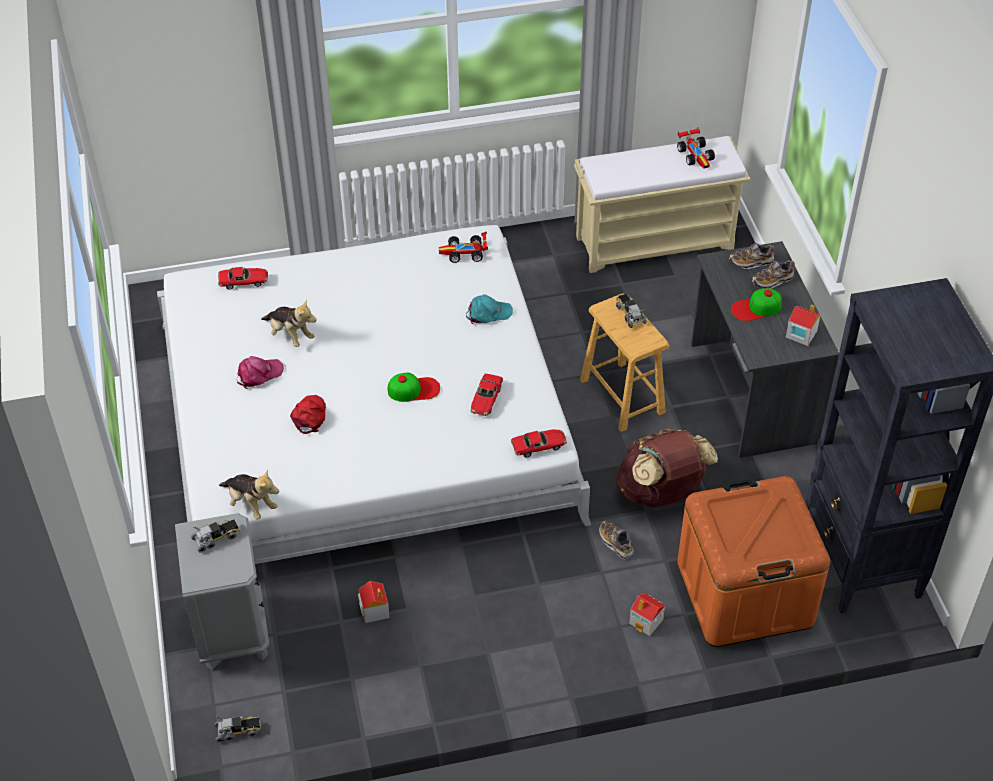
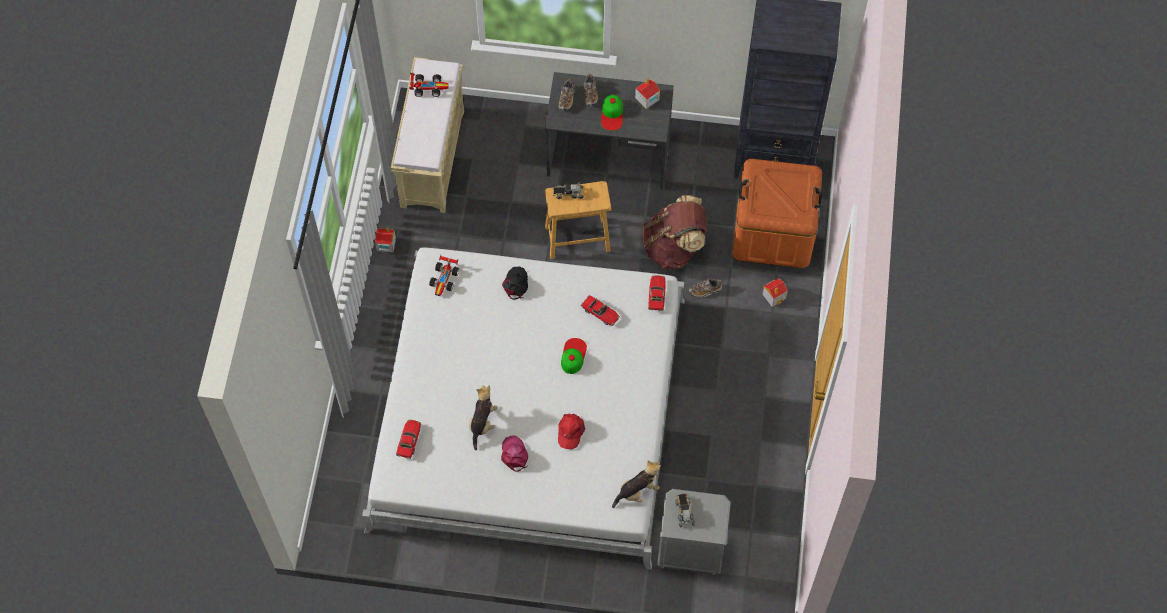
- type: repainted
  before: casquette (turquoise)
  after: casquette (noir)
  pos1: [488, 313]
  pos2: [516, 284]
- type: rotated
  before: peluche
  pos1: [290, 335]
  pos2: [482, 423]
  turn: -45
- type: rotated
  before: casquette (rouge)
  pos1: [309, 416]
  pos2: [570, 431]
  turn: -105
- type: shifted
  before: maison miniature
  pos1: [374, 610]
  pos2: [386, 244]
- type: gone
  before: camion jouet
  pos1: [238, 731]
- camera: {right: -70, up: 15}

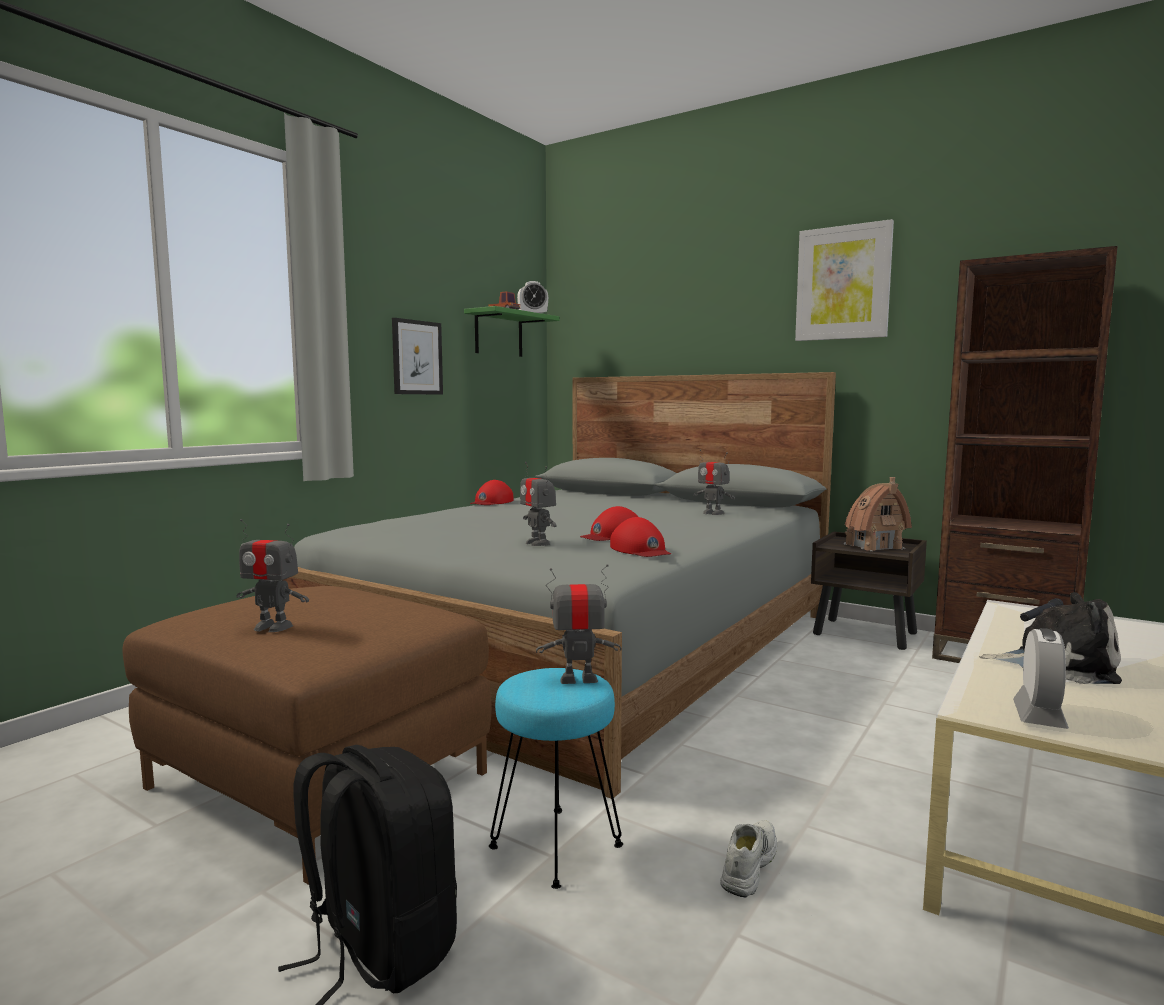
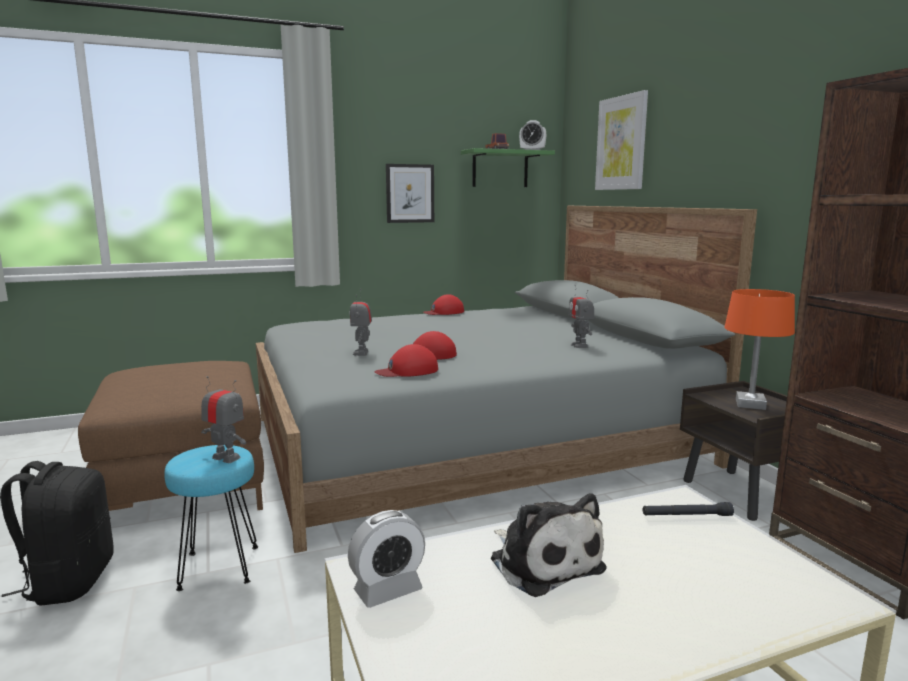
- type: shifted
  before: tableau
  pos1: [843, 283]
  pos2: [621, 143]
- type: swapped
  before: maison miniature
  after: lampe de table (orange)
  pos1: [873, 546]
  pos2: [750, 404]
- type: rotated
  before: casquette (rouge)
  pos1: [641, 550]
  pos2: [407, 371]
  turn: 60
- type: gone
  before: robot jouet
  pos1: [273, 627]
- type: gone
  before: chaussure (blanc)
  pos1: [747, 865]
- camera: {right: 35, up: 5}

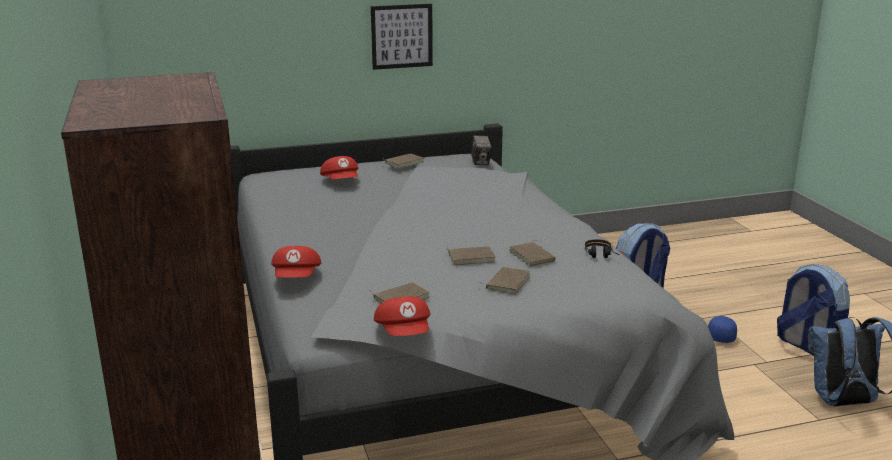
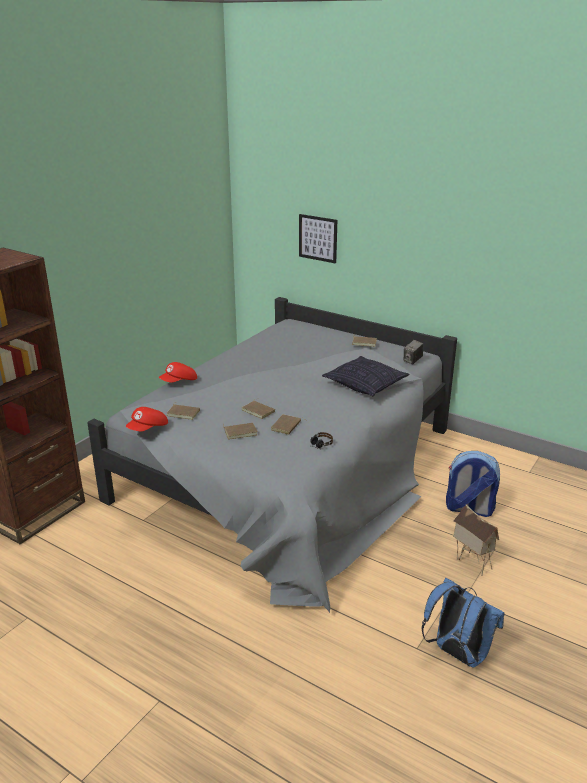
- type: shifted
  before: tableau
  pos1: [401, 36]
  pos2: [318, 238]
- type: gone
  before: casquette (rouge)
  pos1: [341, 182]
- type: gone
  before: sac à dos
  pos1: [807, 346]
- type: swapped
  before: casquette (bleu)
  after: maison miniature
  pos1: [719, 335]
  pos2: [471, 563]
- type: new
  after: coussin
  pos2: [365, 385]
- camera: {right: 50, up: 5}

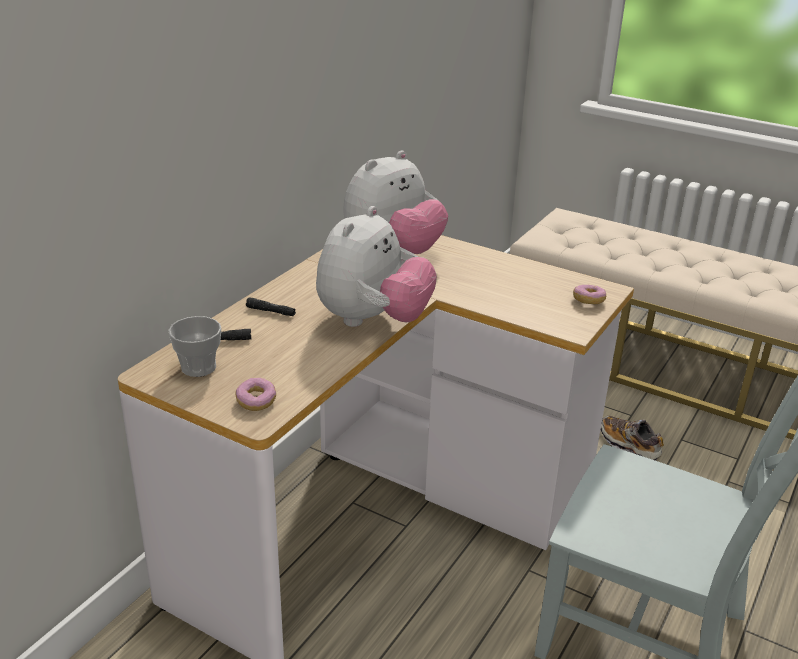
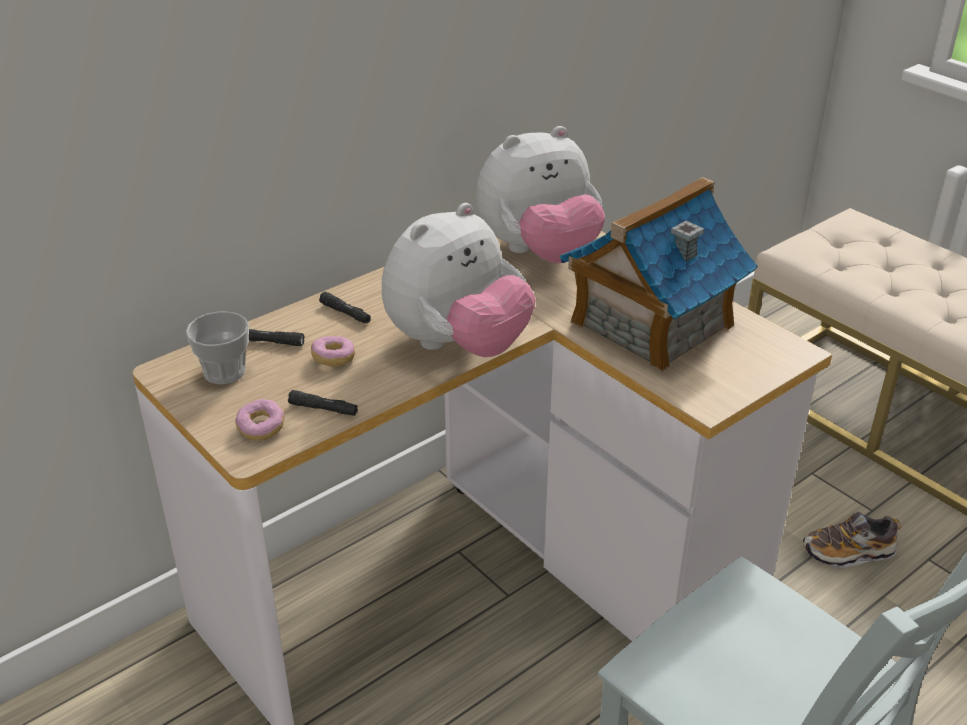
- type: shifted
  before: beignet
  pos1: [588, 301]
  pos2: [333, 359]
- type: rotated
  before: chaussure
  pos1: [629, 446]
  pos2: [848, 552]
  turn: -75
- type: new
  after: maison miniature
  pos2: [650, 324]
- type: new
  after: lampe de poche (noir)
  pos2: [324, 409]
- camera: {right: 20, up: 5}

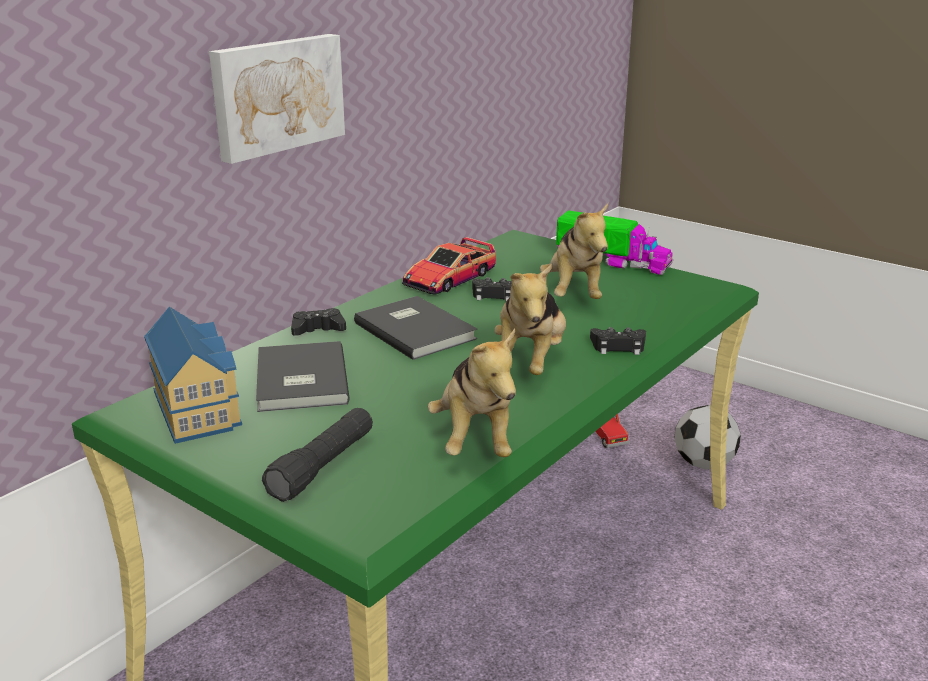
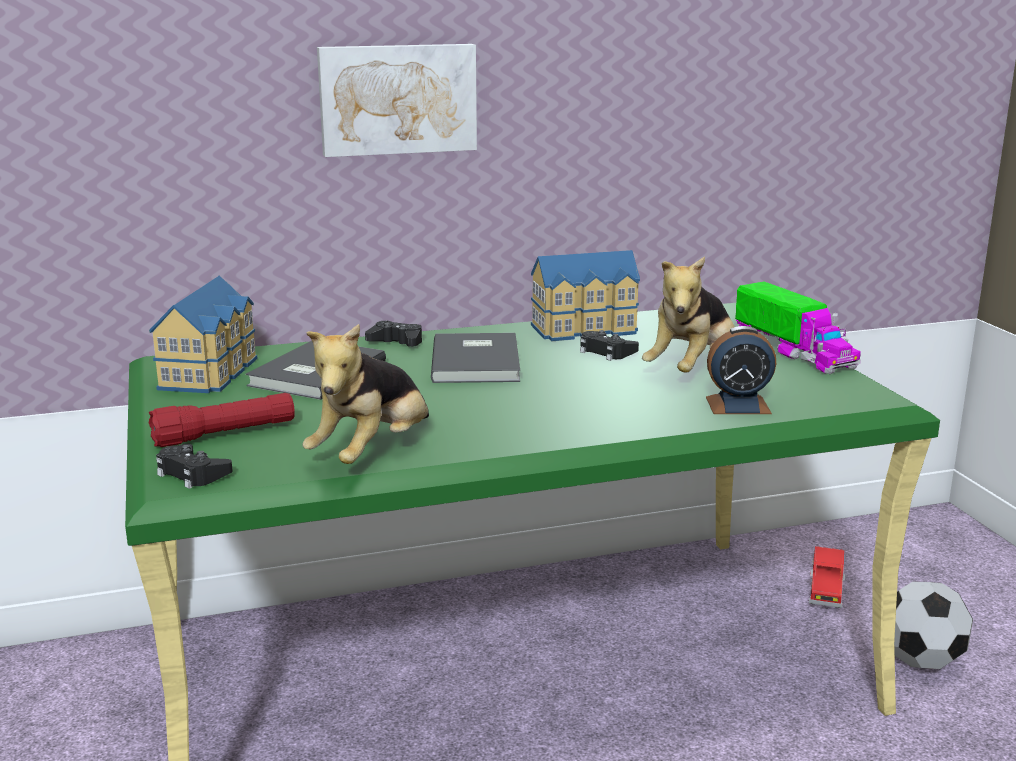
- type: swapped
  before: petite voiture
  after: maison miniature
  pos1: [449, 279]
  pos2: [586, 330]
- type: gone
  before: peluche
  pos1: [530, 362]
- type: shifted
  before: manette (noir)
  pos1: [618, 346]
  pos2: [192, 473]
- type: repainted
  before: lampe de poche (noir)
  after: lampe de poche (rouge)
  pos1: [323, 466]
  pos2: [225, 434]
- type: new
  after: réveil
  pos2: [738, 405]
- camera: {right: 35, up: -5}

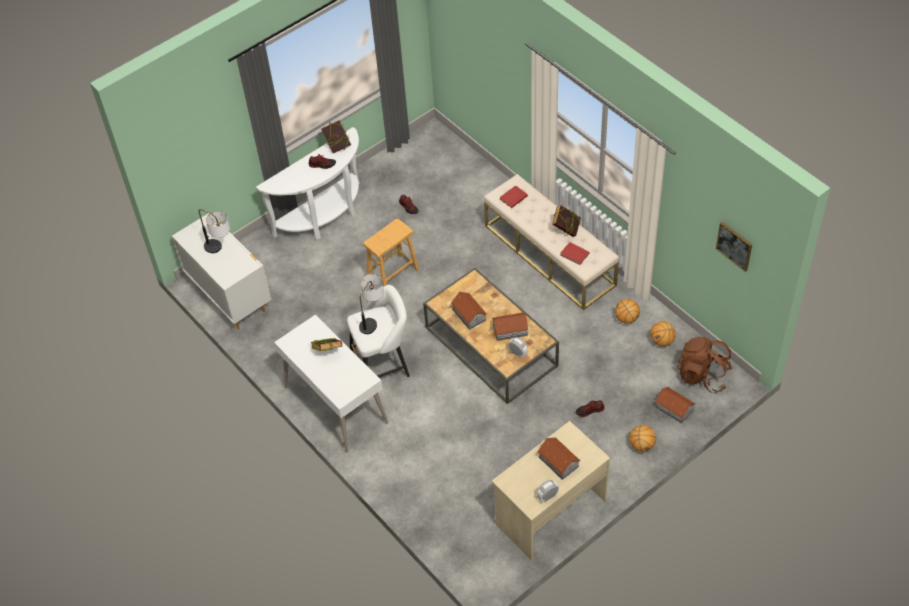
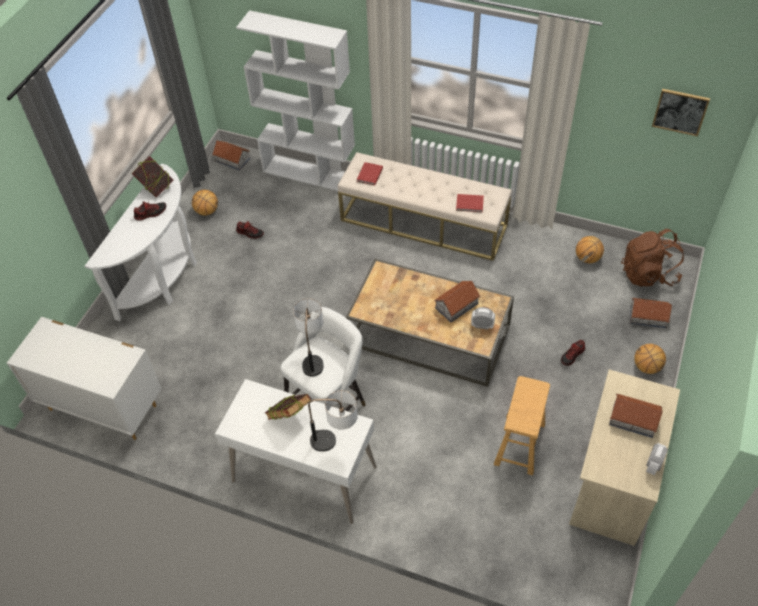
- type: gone
  before: livre
  pos1: [566, 230]
- type: shifted
  before: lampe de table
  pos1: [220, 250]
  pos2: [336, 441]
- type: shifted
  before: tabouret (marron)
  pos1: [392, 273]
  pos2: [519, 444]
- type: shifted
  before: maison miniature
  pos1: [469, 315]
  pos2: [232, 160]
- type: shifted
  before: ballon de basket
  pos1: [626, 318]
  pos2: [207, 211]
- type: new
  after: bibliothèque (blanc)
  pos2: [310, 174]
- camera: {right: -30, up: 0}

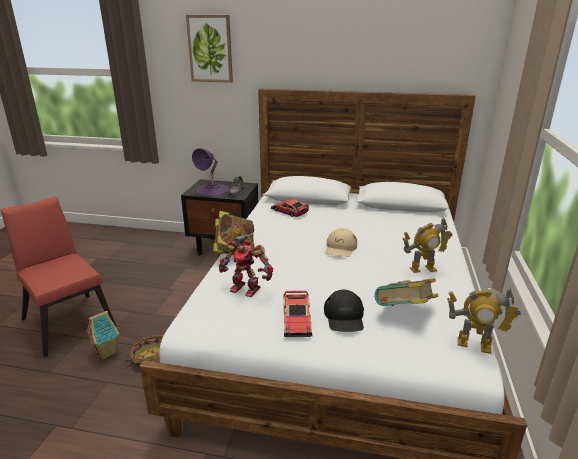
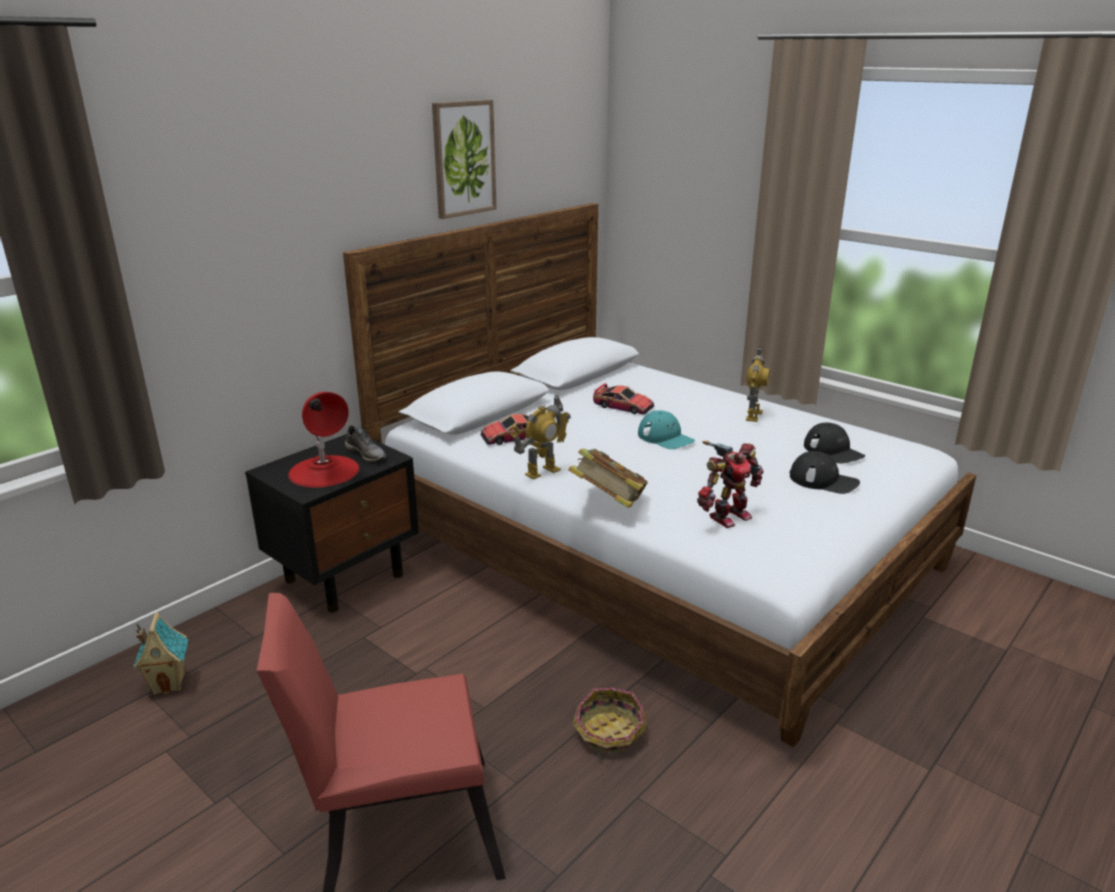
- type: shifted
  before: tableau
  pos1: [210, 49]
  pos2: [463, 158]
- type: repainted
  before: lampe de table (violet)
  after: lampe de table (rouge)
  pos1: [212, 190]
  pos2: [324, 471]
- type: repainted
  before: casquette (beige)
  after: casquette (turquoise)
  pos1: [340, 248]
  pos2: [665, 437]
- type: swapped
  before: livre
  after: casquette (noir)
  pos1: [404, 313]
  pos2: [833, 451]
- type: shifted
  before: robot jouet
  pos1: [474, 345]
  pos2: [542, 472]
- type: shifted
  before: petite voiture
  pos1: [297, 320]
  pos2: [623, 406]
- type: shifted
  before: maison miniature
  pos1: [107, 352]
  pos2: [169, 683]
- camera: {right: -60, up: 0}

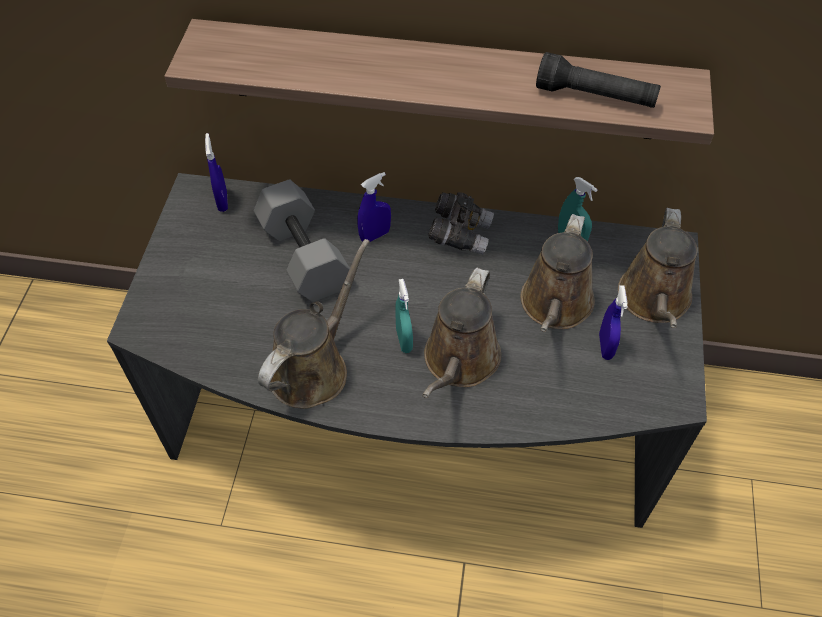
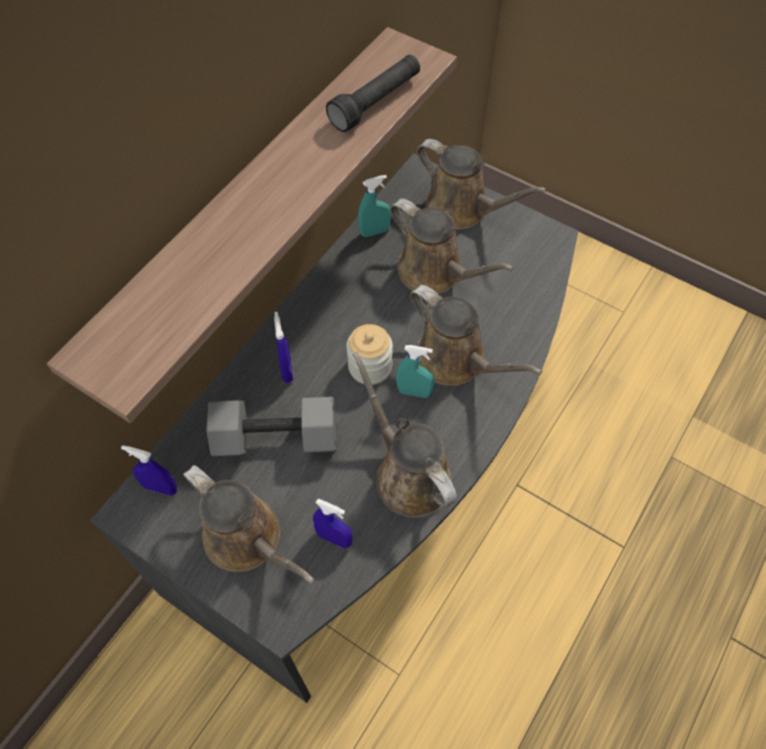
- type: gone
  before: jumelles (gris)
  pos1: [460, 234]
- type: shifted
  before: vaporisateur (bleu)
  pos1: [605, 346]
  pos2: [334, 538]
- type: new
  after: bocal
  pos2: [370, 366]
- type: new
  after: arrosoir (marron)
  pos2: [248, 539]
- camera: {right: -65, up: 5}

